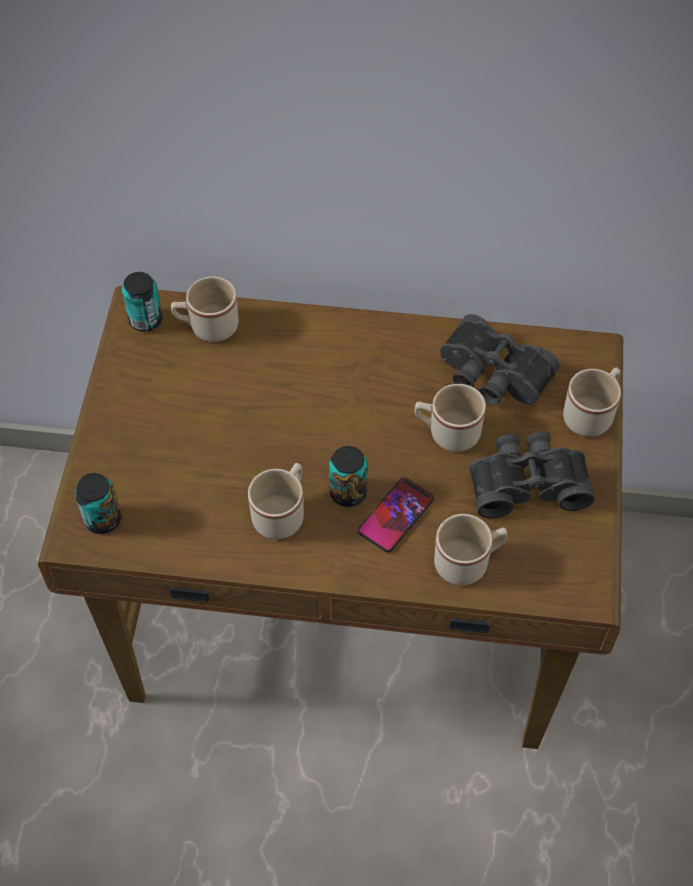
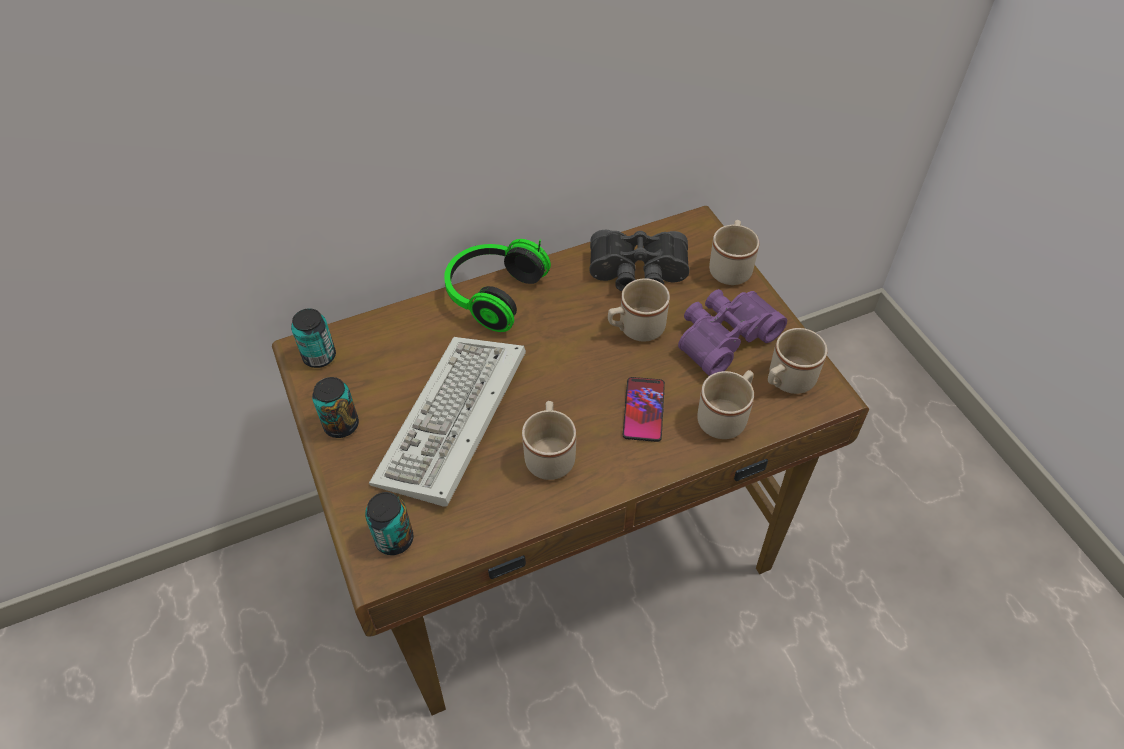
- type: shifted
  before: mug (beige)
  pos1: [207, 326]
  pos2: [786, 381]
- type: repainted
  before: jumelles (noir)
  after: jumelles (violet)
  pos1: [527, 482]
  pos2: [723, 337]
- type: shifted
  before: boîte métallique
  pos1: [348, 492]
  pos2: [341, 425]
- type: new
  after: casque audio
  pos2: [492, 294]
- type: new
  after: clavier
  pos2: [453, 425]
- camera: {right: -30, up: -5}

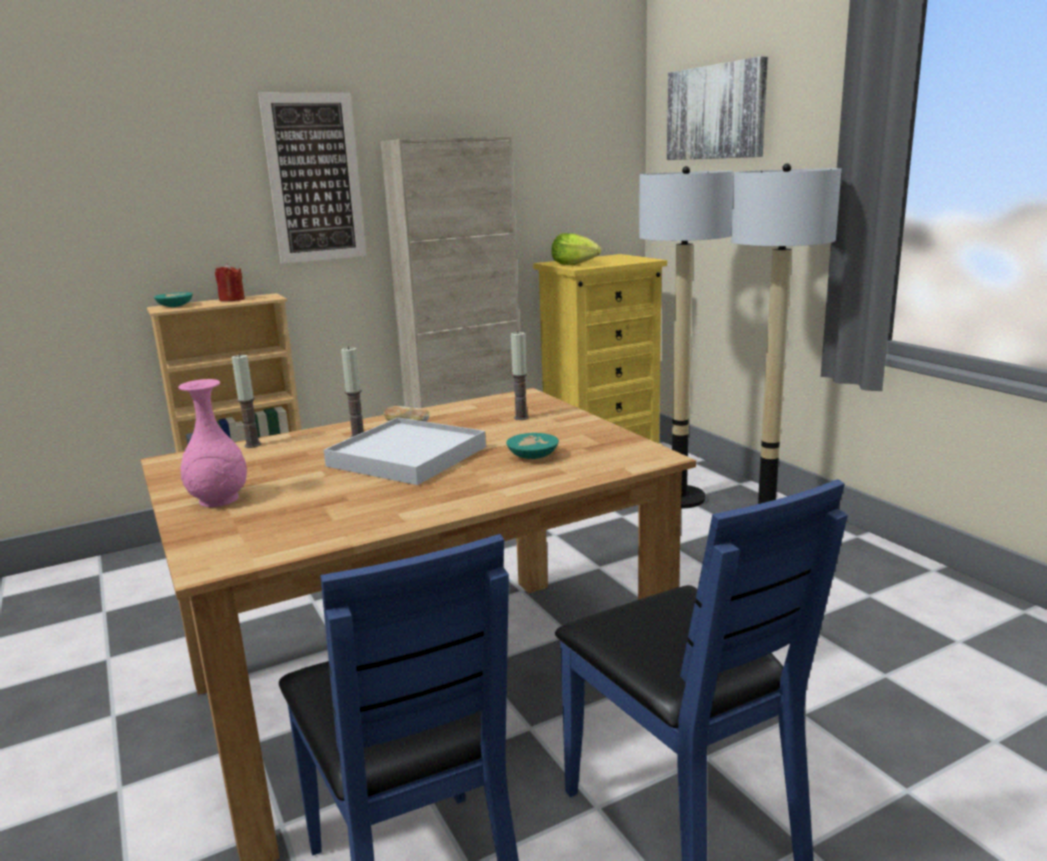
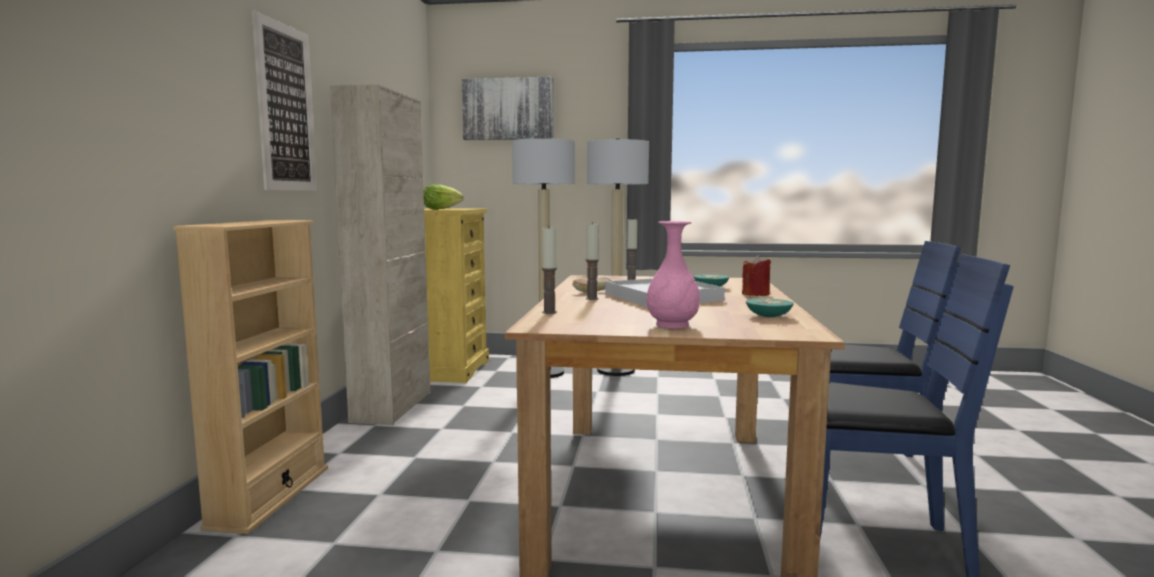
- type: shifted
  before: bougie (rouge)
  pos1: [232, 299]
  pos2: [755, 294]
- type: shifted
  before: bol (turquoise)
  pos1: [174, 306]
  pos2: [770, 316]
- camera: {right: -55, up: -10}

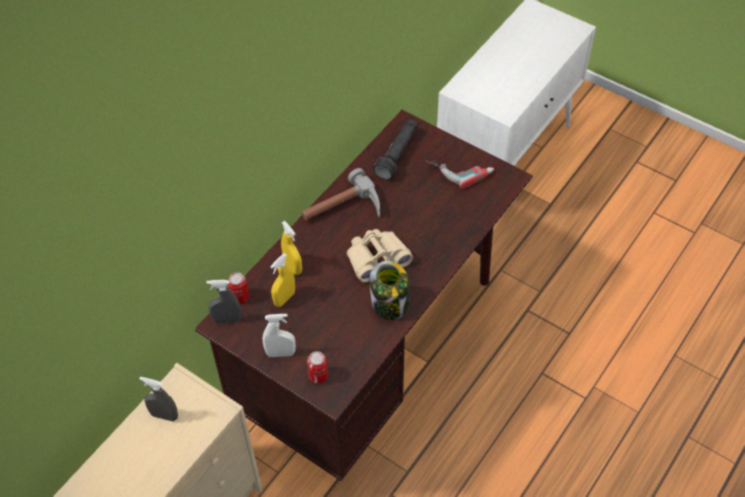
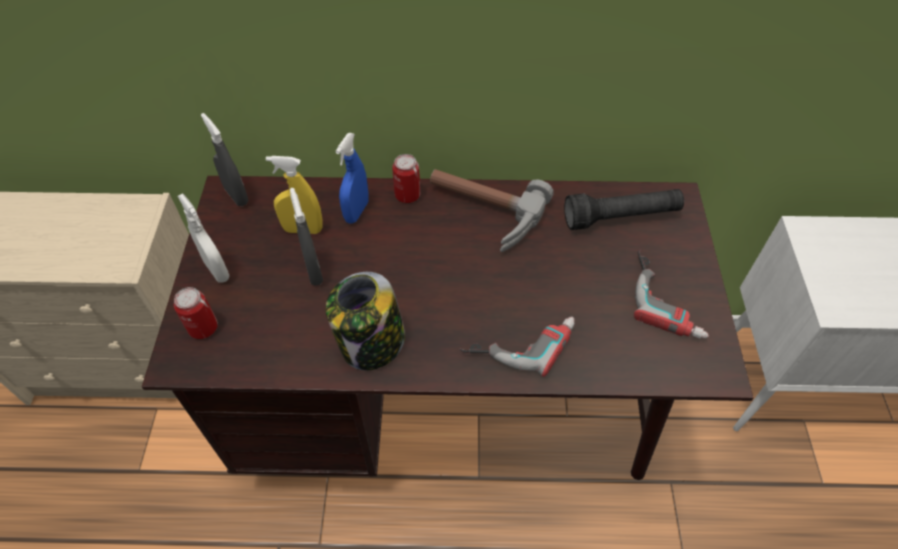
- type: repainted
  before: vaporisateur (jaune)
  after: vaporisateur (bleu)
  pos1: [293, 266]
  pos2: [356, 211]
- type: gone
  before: jumelles (beige)
  pos1: [376, 258]
- type: shifted
  before: boîte métallique
  pos1: [240, 297]
  pos2: [407, 195]
- type: shifted
  before: vaporisateur (gris)
  pos1: [164, 415]
  pos2: [314, 271]
- type: new
  after: perceuse
  pos2: [519, 339]
- camera: {right: 55, up: 0}

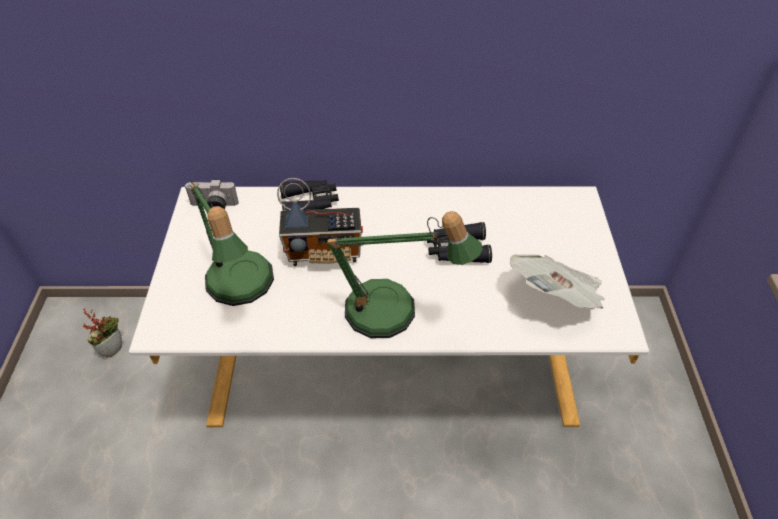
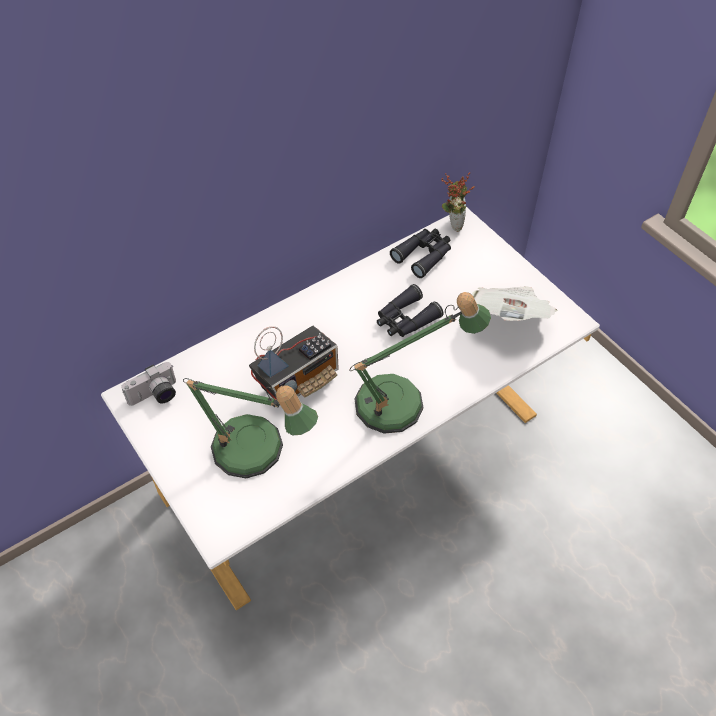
- type: shifted
  before: jumelles (noir)
  pos1: [310, 202]
  pos2: [423, 255]
- type: shifted
  before: plante en pot
  pos1: [113, 348]
  pos2: [453, 223]
- camera: {right: -35, up: 5}

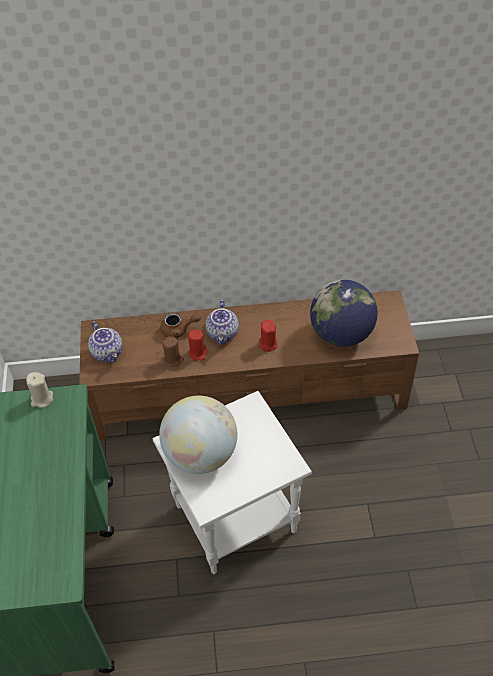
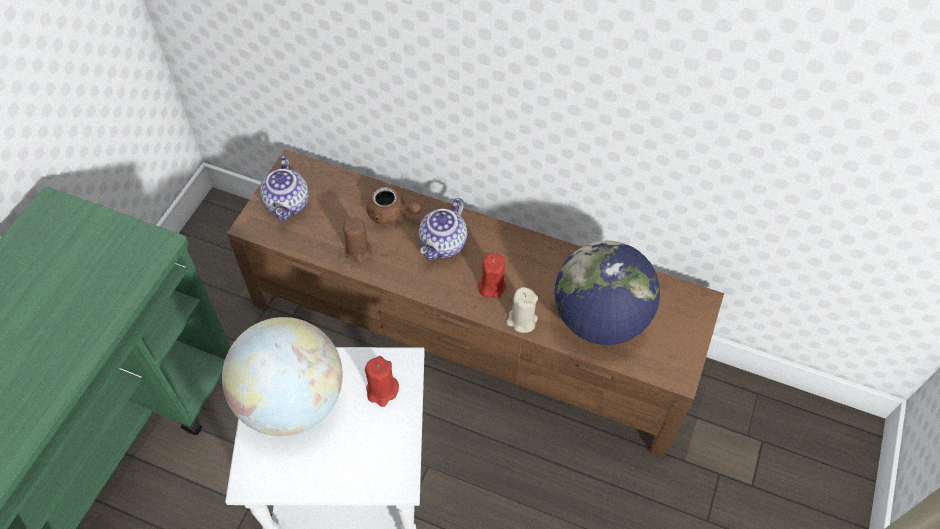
- type: shifted
  before: bougie (rouge)
  pos1: [198, 353]
  pos2: [382, 390]
- type: shifted
  before: bougie (beige)
  pos1: [42, 399]
  pos2: [521, 320]
- camera: {right: 25, up: 5}

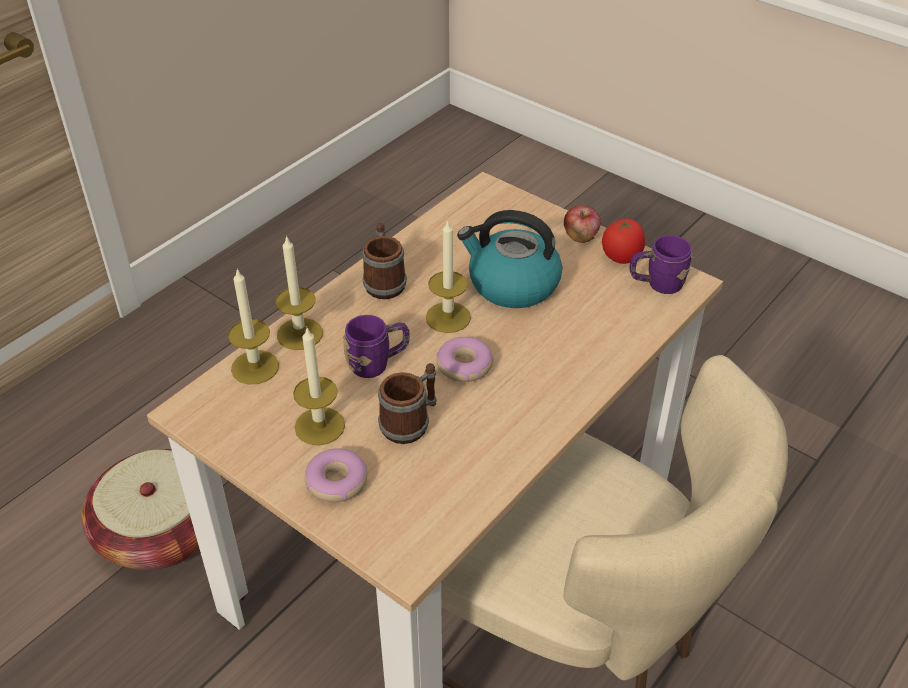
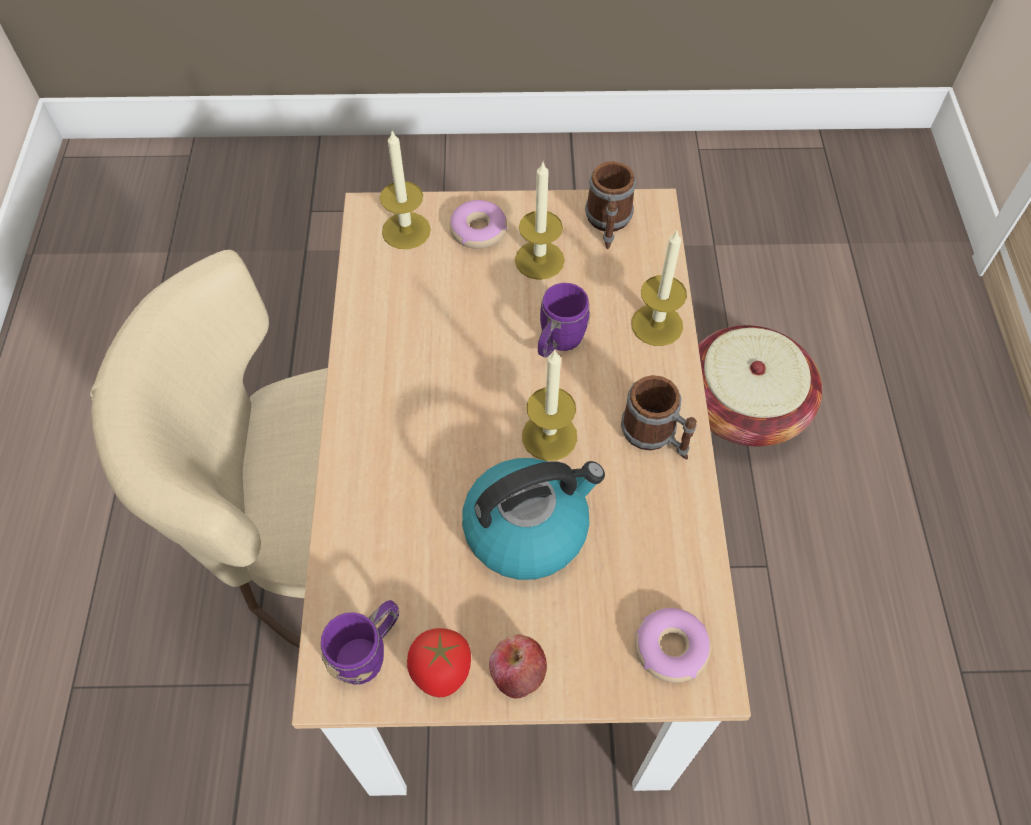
- type: shifted
  before: bougie
  pos1: [255, 367]
  pos2: [406, 230]
- type: shifted
  before: beignet
  pos1: [464, 366]
  pos2: [670, 648]
- type: shifted
  before: mug
  pos1: [411, 422]
  pos2: [608, 224]
- camera: {right: 140, up: 15}

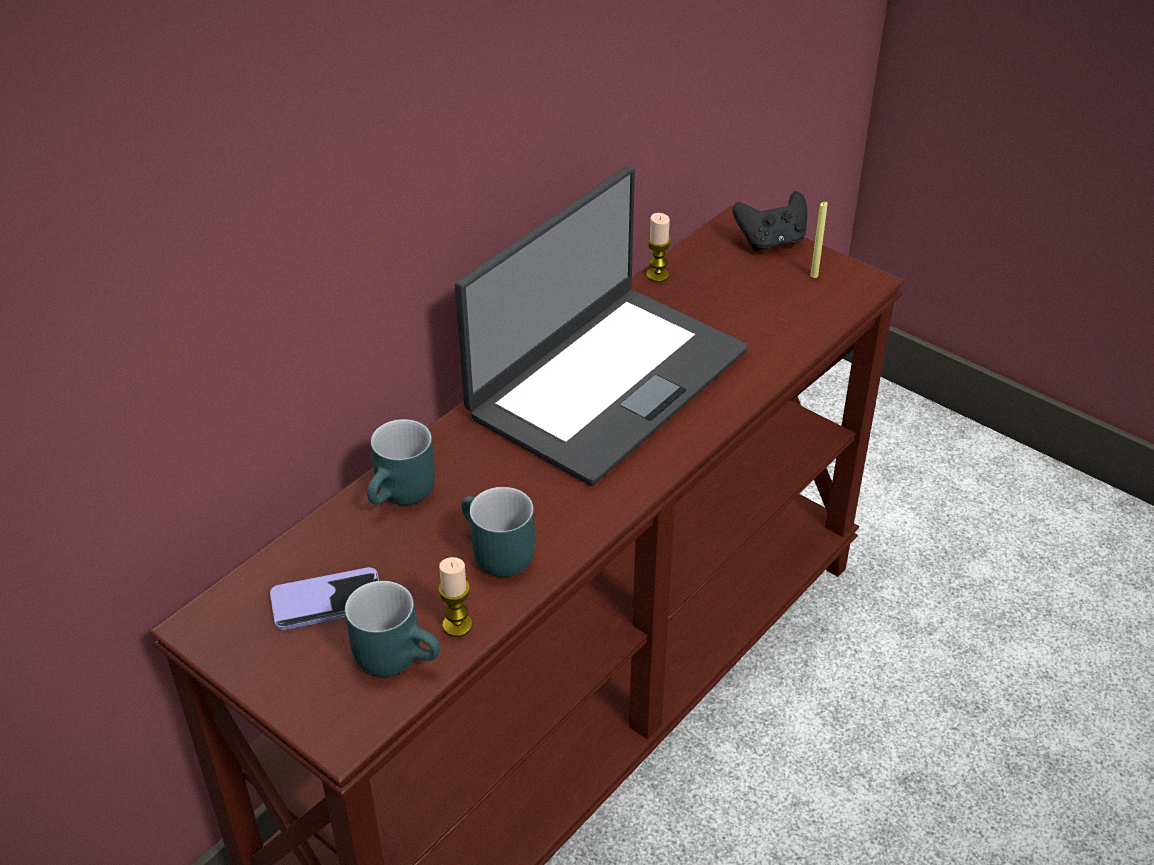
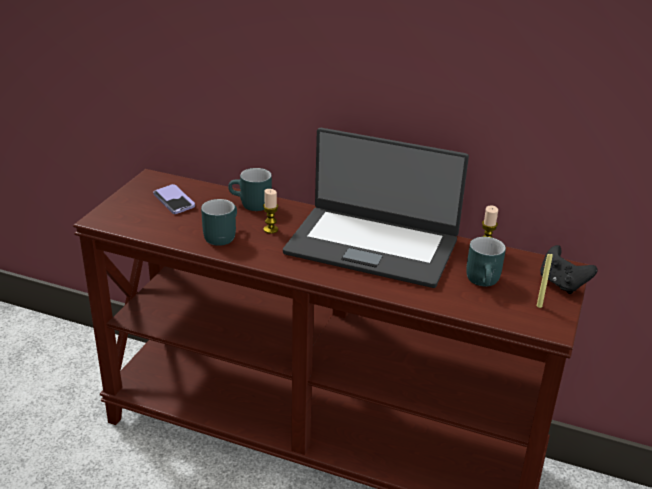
- type: shifted
  before: bougie
  pos1: [457, 625]
  pos2: [270, 229]
- type: shifted
  before: mug (turquoise)
  pos1: [398, 655]
  pos2: [485, 281]
- camera: {right: 70, up: -10}

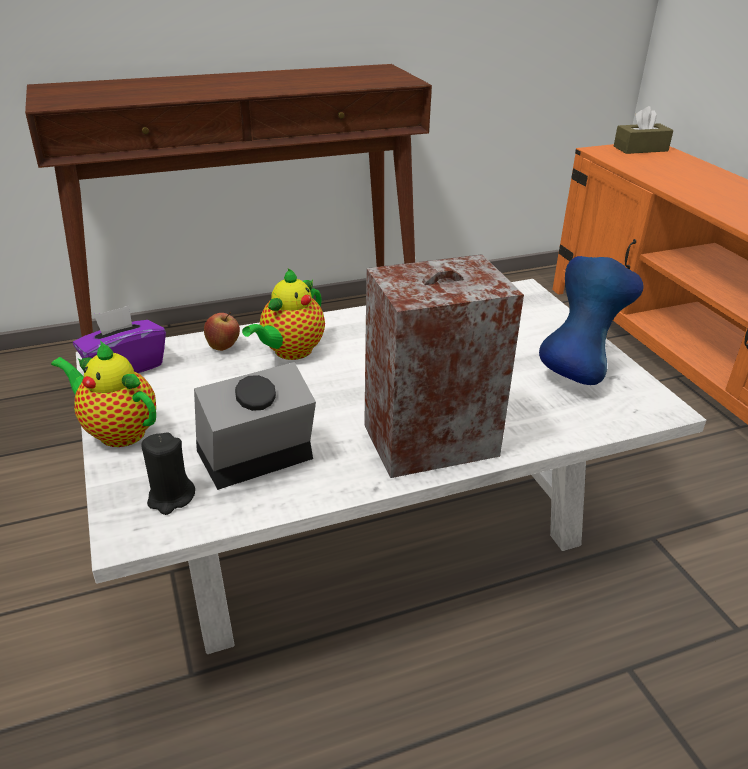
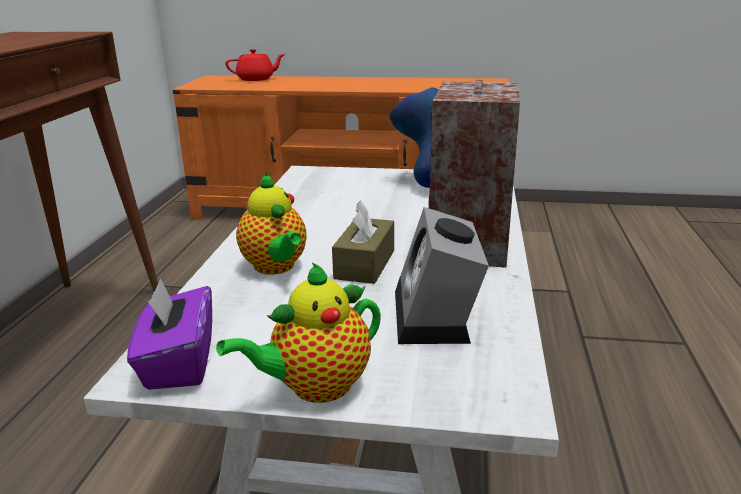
- type: shifted
  before: boîte à mouchoirs (marron)
  pos1: [640, 149]
  pos2: [365, 264]
- type: gone
  before: pomme
  pos1: [224, 346]
- type: gone
  before: bougie (noir)
  pos1: [170, 497]
- type: new
  after: théière (rouge)
  pos2: [256, 79]
- camera: {right: -60, up: -10}

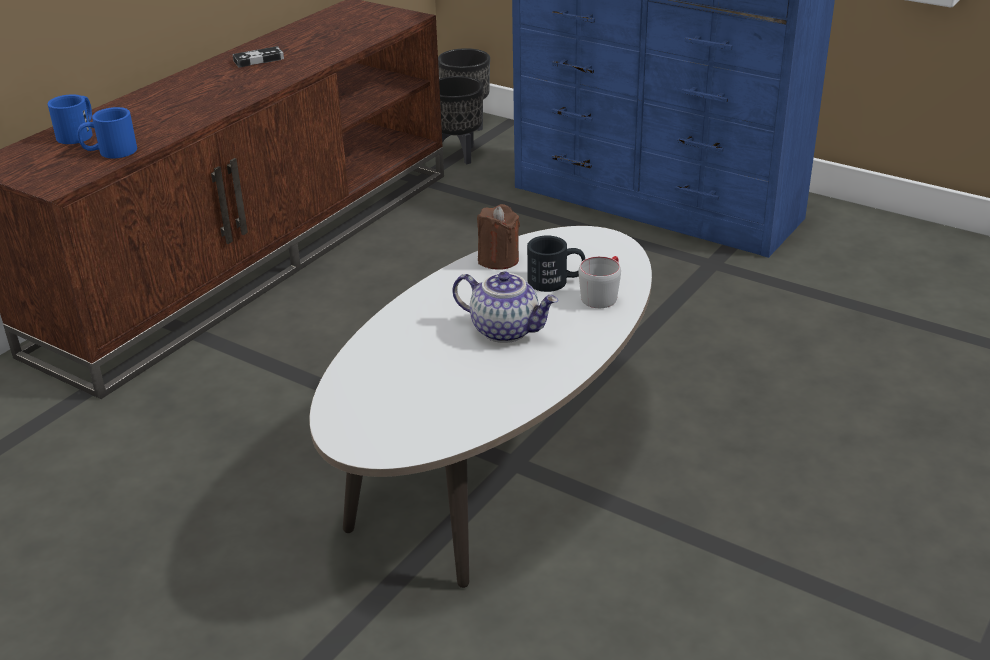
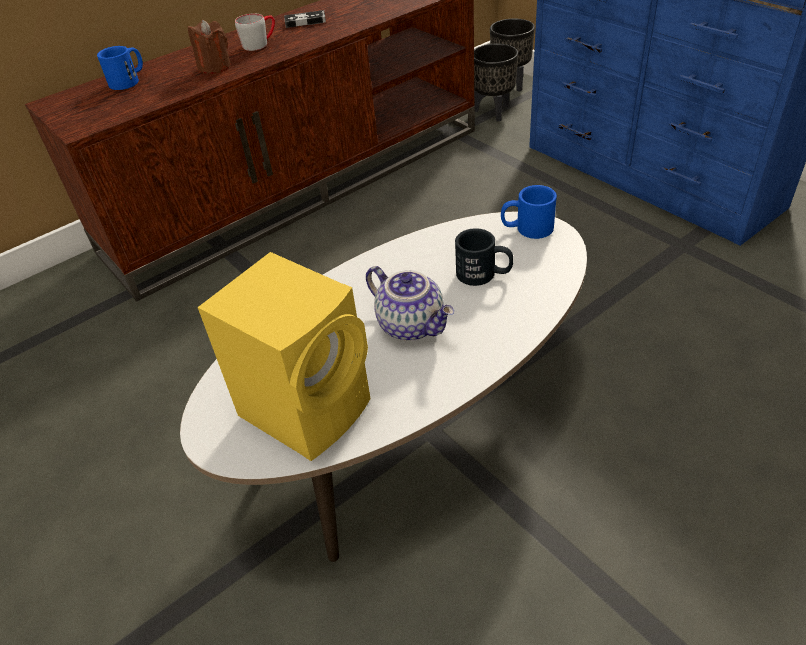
- type: shifted
  before: mug (bleu)
  pos1: [110, 152]
  pos2: [526, 228]
- type: shifted
  before: bougie (marron)
  pos1: [498, 259]
  pos2: [215, 67]
- type: shifted
  before: mug (gris)
  pos1: [602, 294]
  pos2: [260, 43]
- type: new
  after: enceinte (jaune)
  pos2: [309, 406]
- camera: {right: 20, up: 10}

